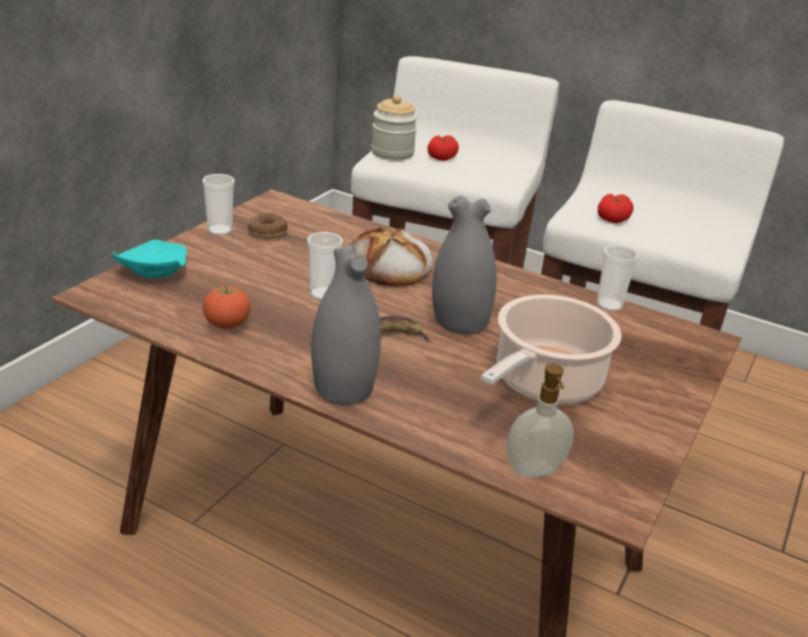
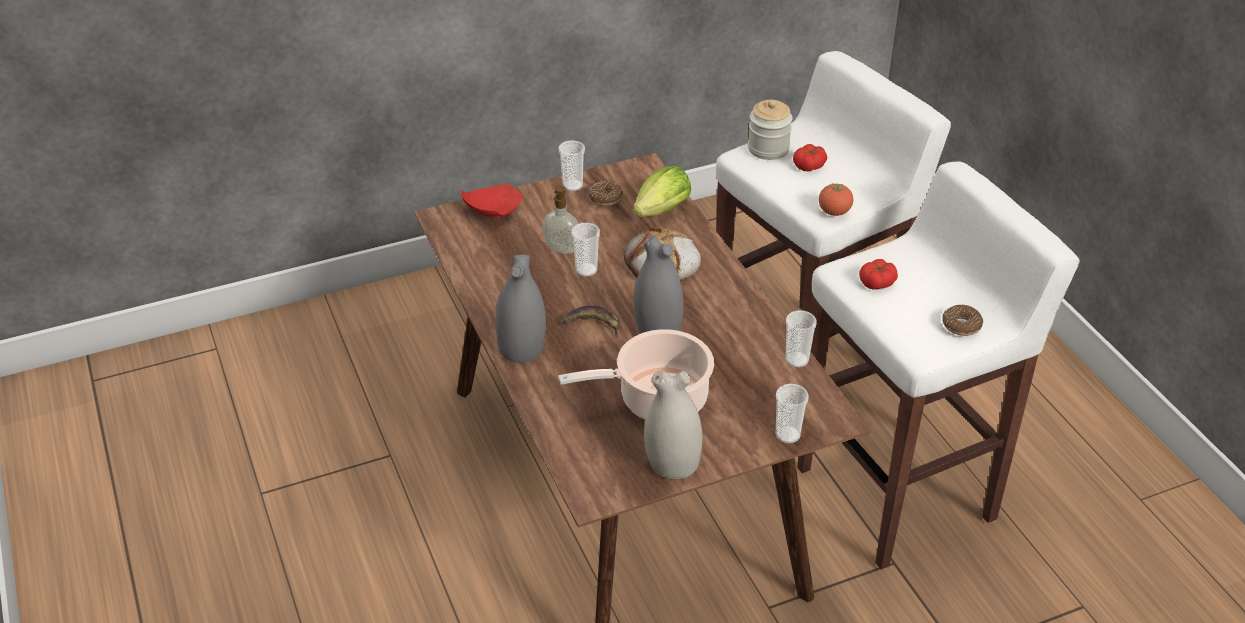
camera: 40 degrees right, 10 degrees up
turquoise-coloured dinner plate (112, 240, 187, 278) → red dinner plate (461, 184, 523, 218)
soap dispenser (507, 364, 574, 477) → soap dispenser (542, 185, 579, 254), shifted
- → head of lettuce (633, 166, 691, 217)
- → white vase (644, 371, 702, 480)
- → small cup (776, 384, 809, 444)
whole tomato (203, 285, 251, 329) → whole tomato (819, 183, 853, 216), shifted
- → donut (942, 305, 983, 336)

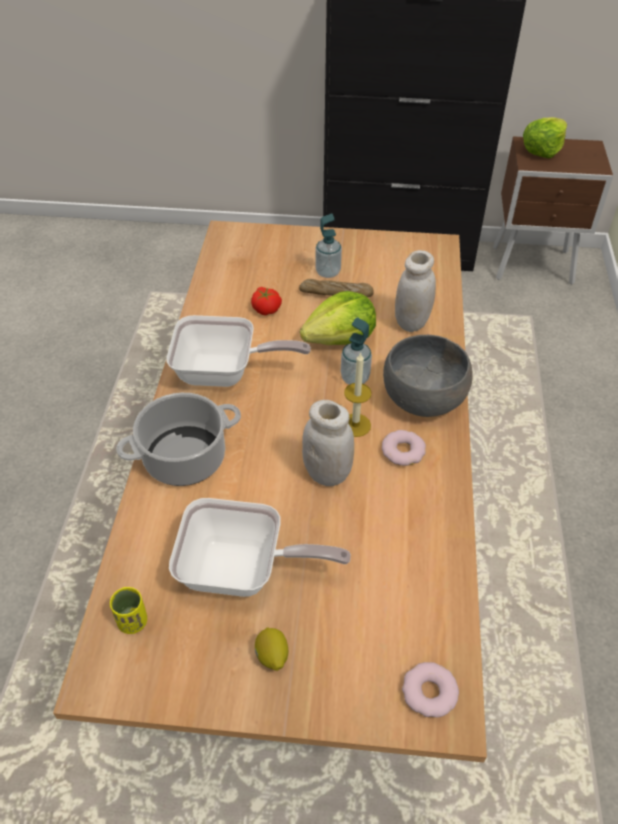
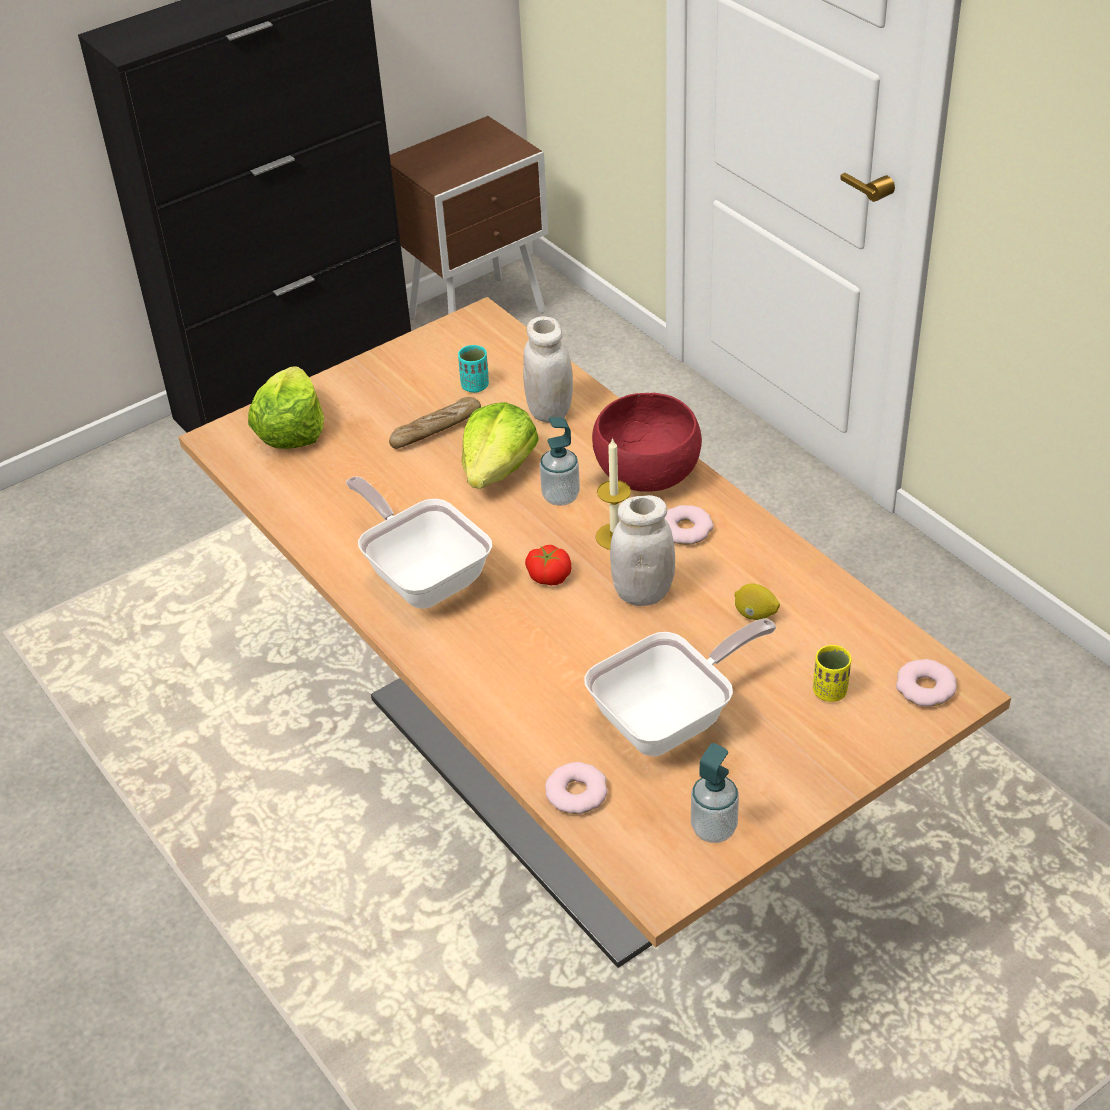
camera: 40 degrees left, 5 degrees down
head of lettuce (523, 117, 567, 158) → head of lettuce (248, 366, 324, 449), shifted
skillet (167, 315, 311, 387) → skillet (346, 476, 492, 609), 90 degrees counterclockwise
- → turquoise-coloured small cup (458, 345, 489, 393)
whole tomato (251, 287, 282, 316) → whole tomato (525, 545, 571, 585), shifted
- → donut (545, 762, 608, 814)
gray deep dish (383, 335, 473, 417) → red deep dish (592, 393, 702, 492)
soap dispenser (315, 214, 342, 278) → soap dispenser (691, 743, 739, 843), shifted
citrus fruit (255, 627, 288, 671) → citrus fruit (735, 583, 780, 620), shifted
yellow-coloured small cup (110, 587, 147, 634) → yellow-coloured small cup (813, 644, 851, 702), shifted
saucepot (116, 393, 241, 486) → -

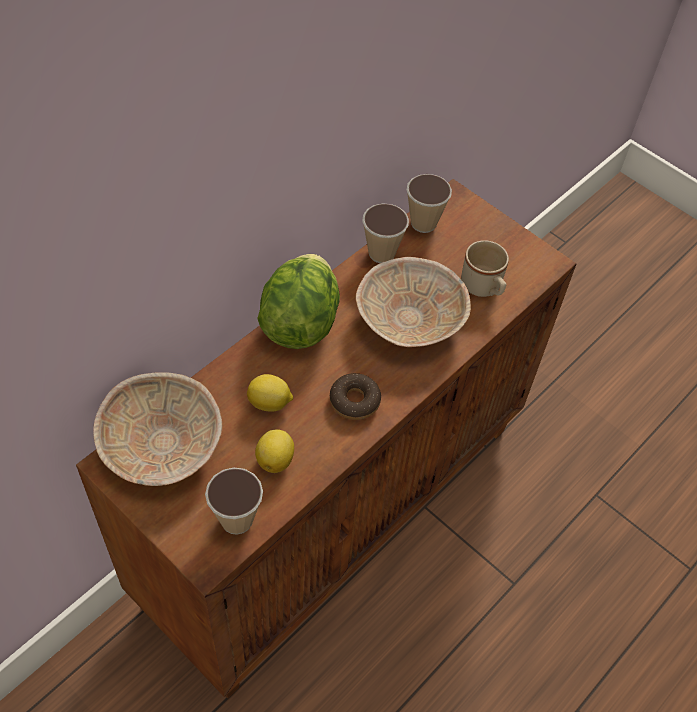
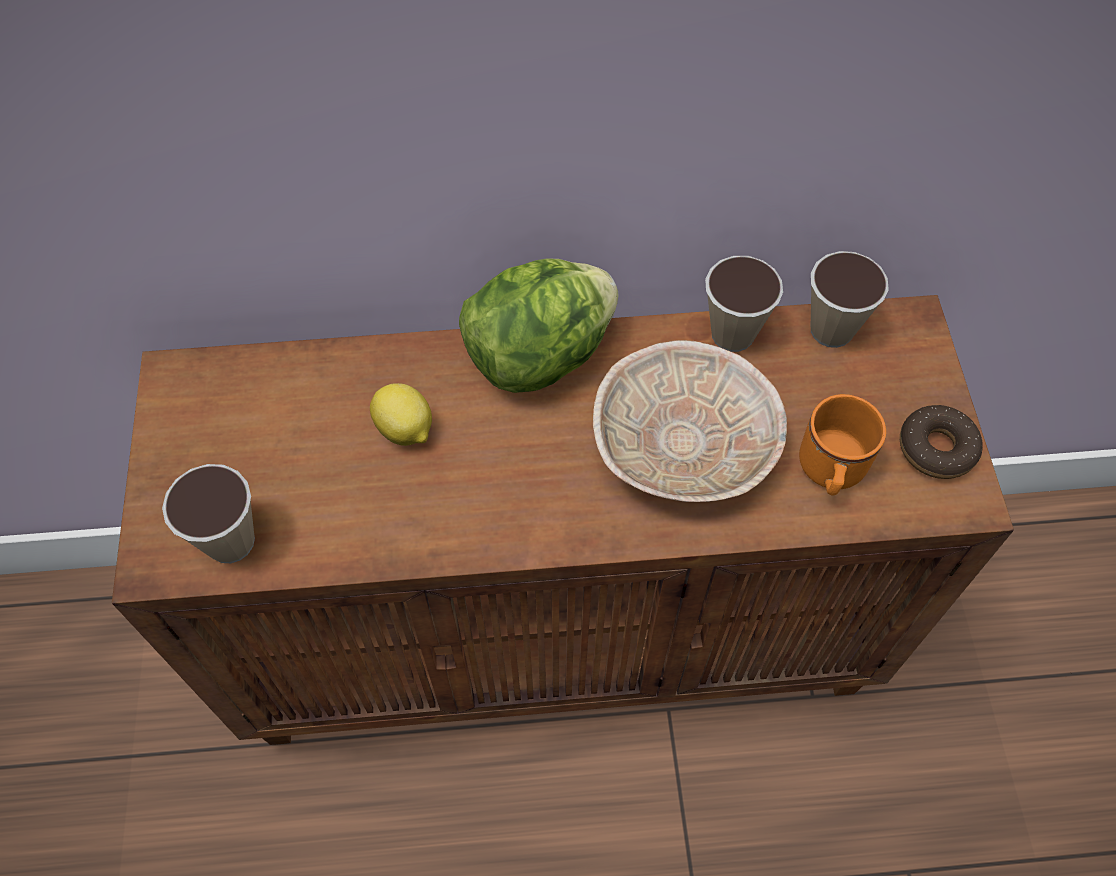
camera: 45 degrees right, 5 degrees up
beige-coloured coffee mug (461, 240, 509, 297) → orange coffee mug (799, 394, 886, 496)
donut (330, 373, 381, 420) → donut (900, 405, 983, 479), shifted
beige-coloured deep dish (93, 372, 222, 486) → -
citrus fruit (255, 429, 294, 473) → -

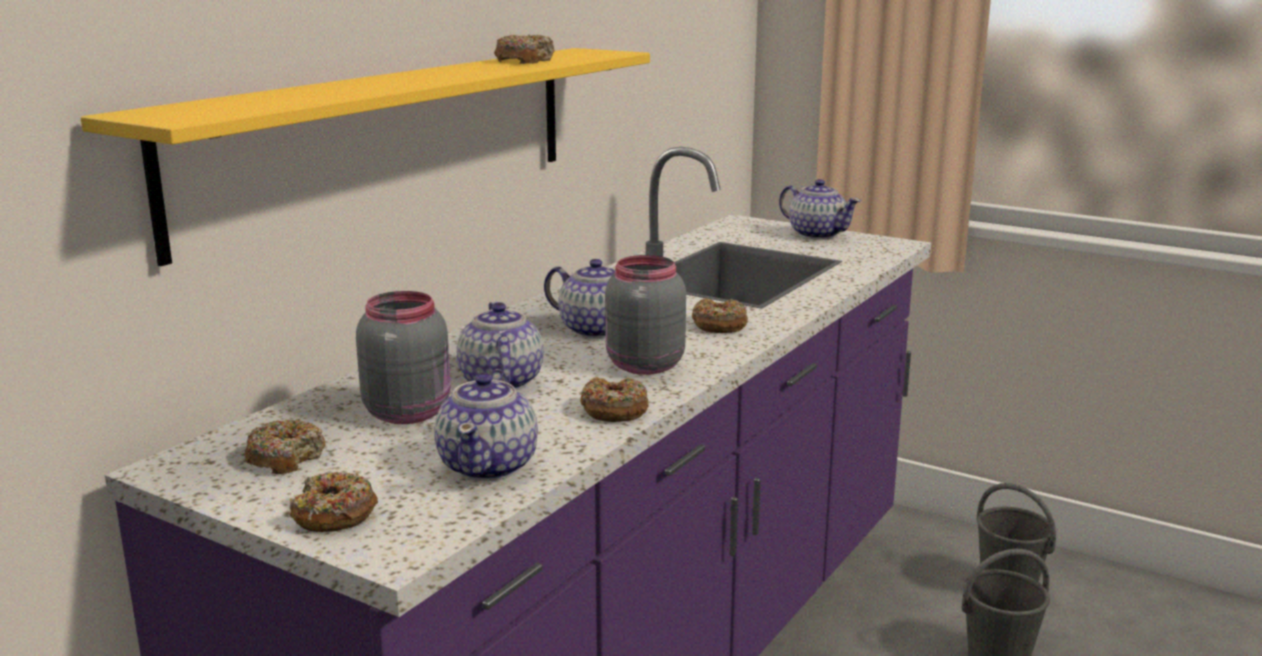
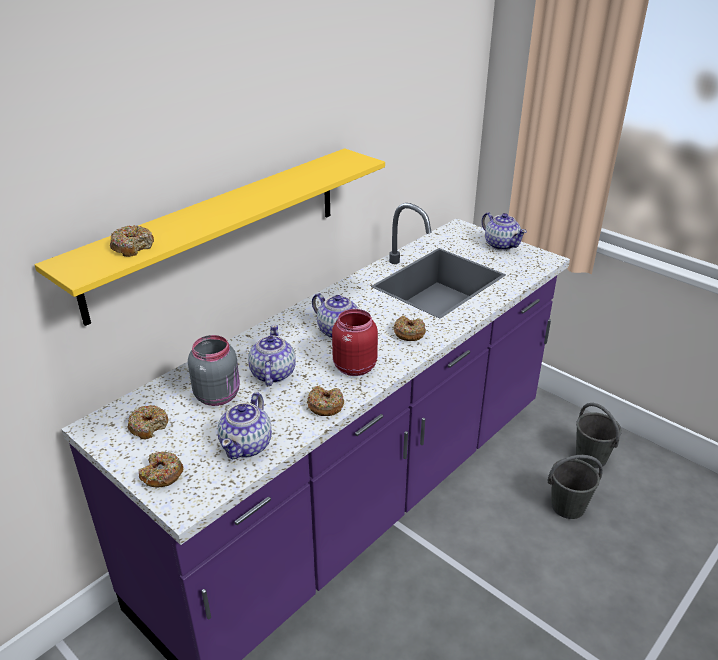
camera: 10 degrees right, 15 degrees up
donut (494, 35, 555, 64) → donut (110, 225, 154, 257), shifted
gray storage jar (605, 255, 686, 375) → red storage jar (332, 309, 378, 376)

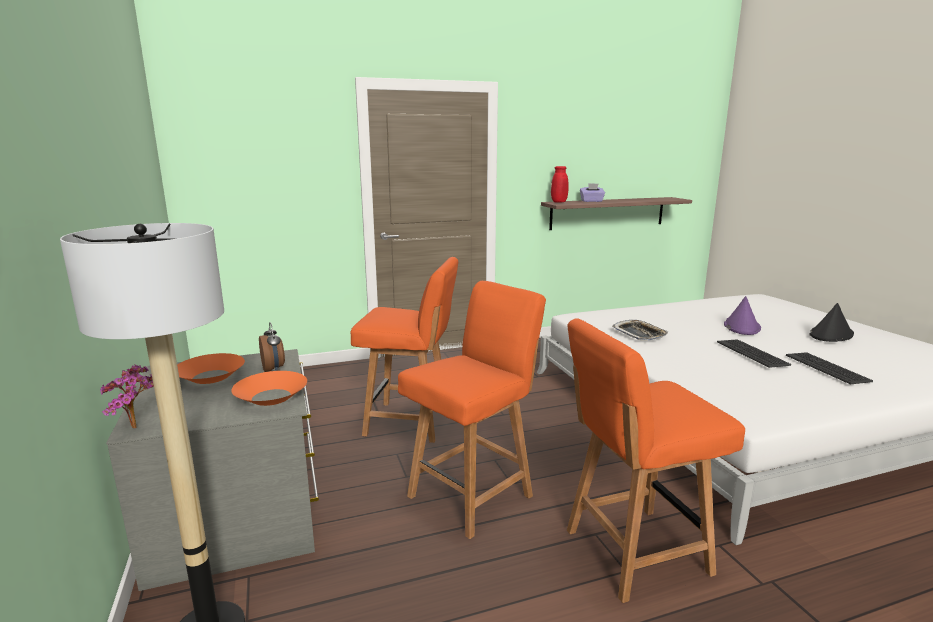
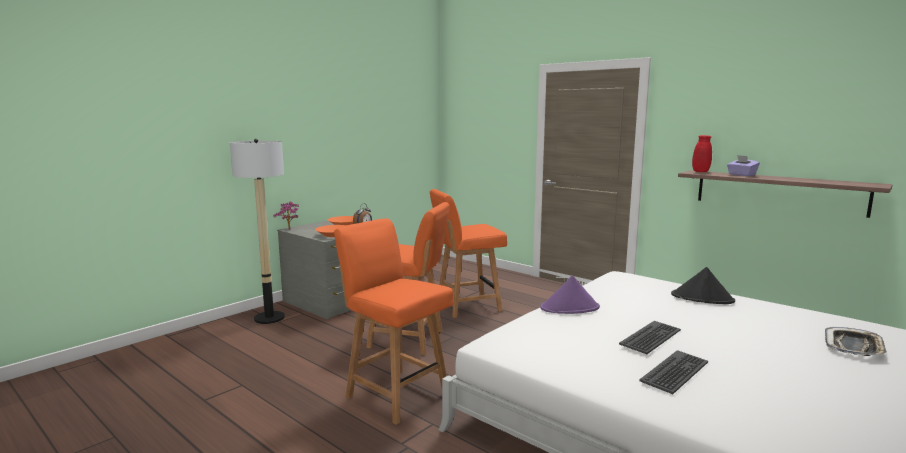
camera: 60 degrees right, 5 degrees down
orange upright chair (351, 257, 458, 443) → orange upright chair (430, 189, 507, 318), 90 degrees clockwise
purplish wearable hat (724, 296, 761, 335) → purplish wearable hat (540, 275, 600, 314), shifted
black wearable hat (809, 303, 854, 342) → black wearable hat (671, 267, 735, 304), shifted
tray (612, 320, 668, 341) → tray (825, 327, 887, 356), shifted

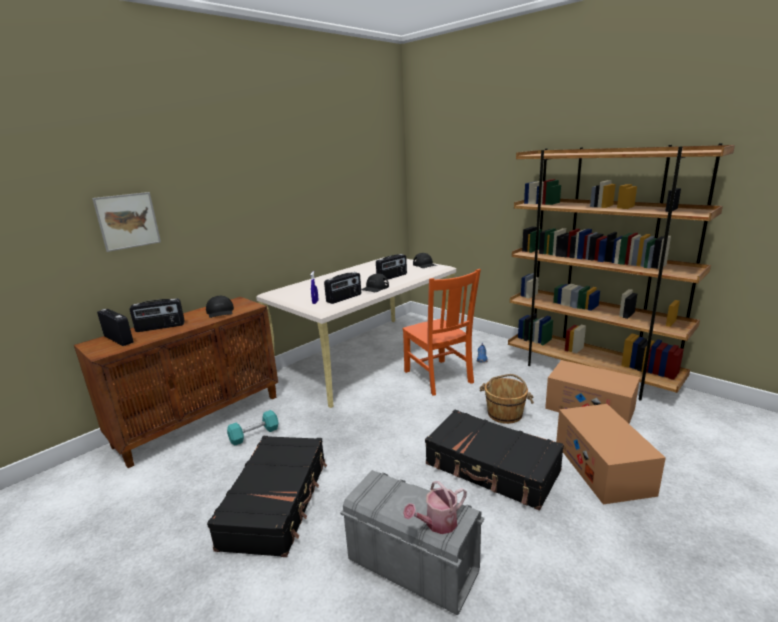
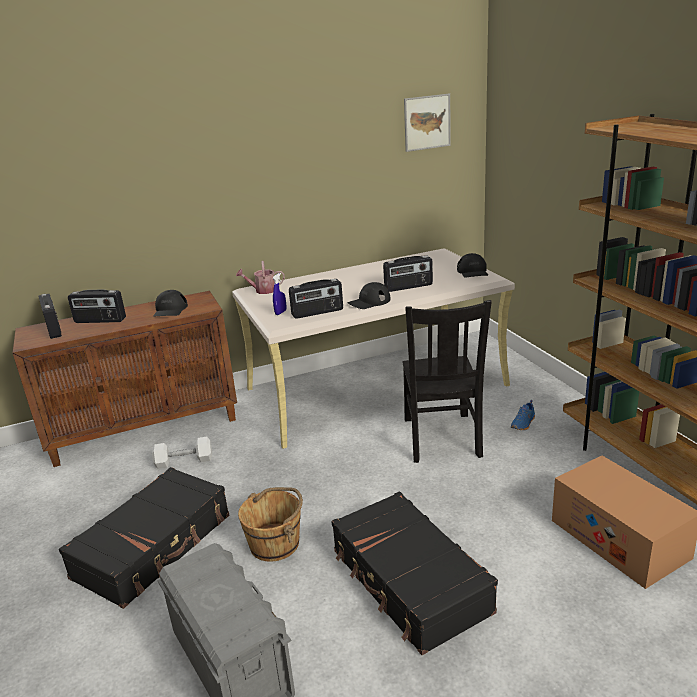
camera: 25 degrees right, 5 degrees up
turquoise-coloured hand weight (227, 410, 279, 446) → white hand weight (152, 437, 212, 469)
watering pot (403, 481, 467, 534) → watering pot (236, 261, 285, 294), shifted
brown-coloured bucket (480, 374, 534, 424) → brown-coloured bucket (238, 487, 303, 562), shifted
orange upright chair (402, 269, 481, 396) → black upright chair (402, 300, 492, 463)
wall art (92, 192, 161, 252) → wall art (404, 94, 451, 152), shifted
carton (556, 404, 666, 504) → -

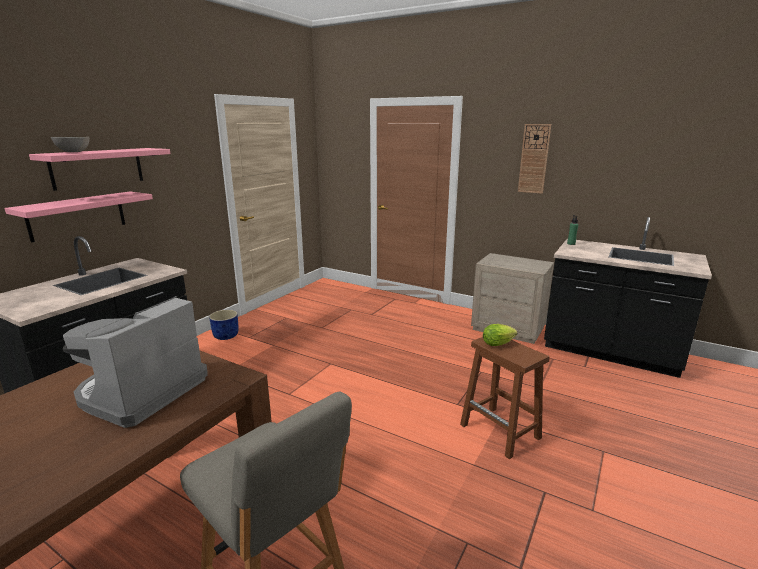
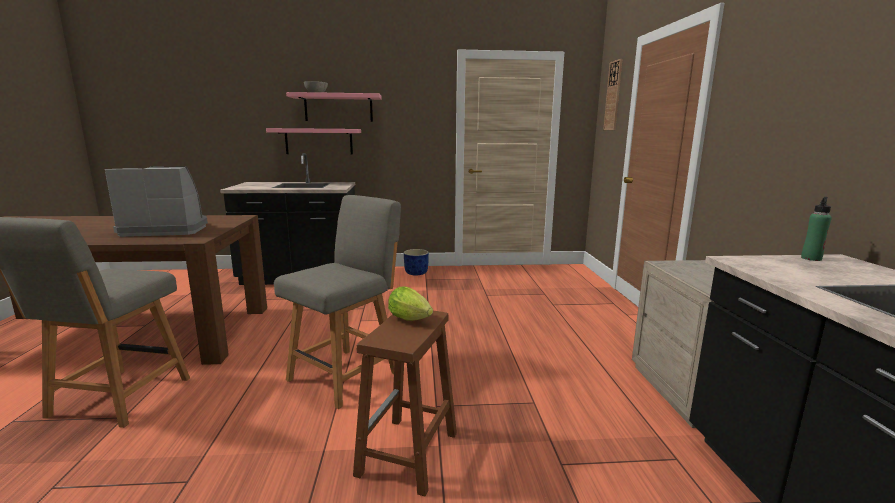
camera: 55 degrees right, 5 degrees down
- → gray upright chair (274, 195, 401, 409)
wall clock (518, 124, 551, 194) → wall clock (603, 59, 622, 130), shifted

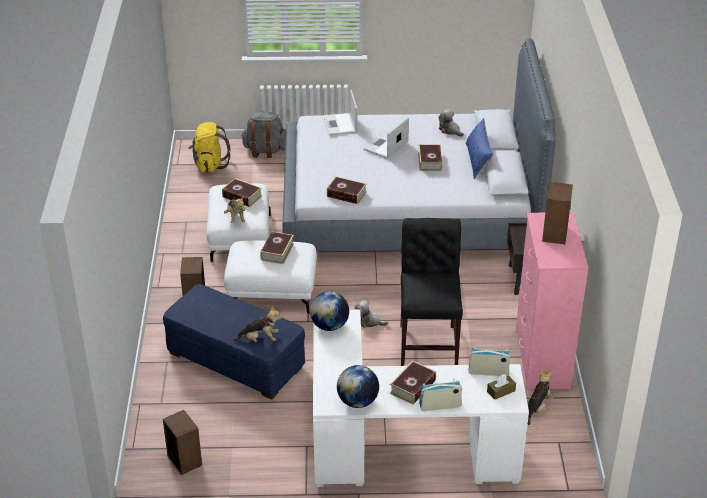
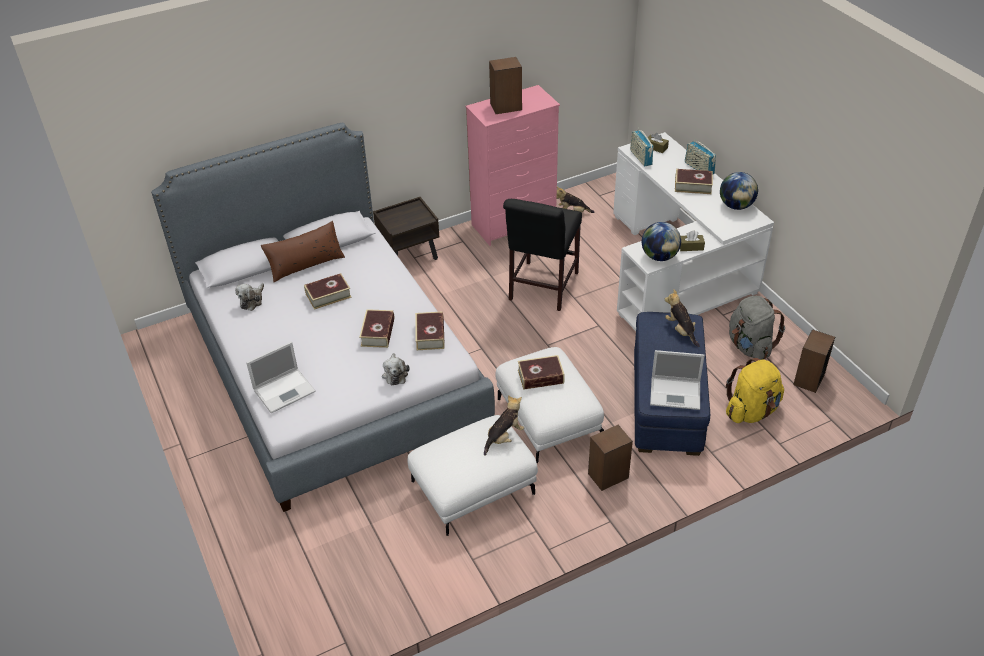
camera: 115 degrees left, 5 degrees up
bluish cushion (466, 118, 493, 179) → brown-coloured cushion (261, 221, 345, 282)
bound book (222, 178, 262, 207) → bound book (359, 309, 394, 348), shifted
plush toy (354, 300, 388, 328) → plush toy (382, 353, 410, 385), shifted
black upright chair (400, 218, 463, 366) → black upright chair (503, 199, 582, 311), 45 degrees counterclockwise
laptop (364, 117, 409, 159) → laptop (650, 350, 705, 410), shifted
- → brown-coloured tissue holder (680, 231, 705, 251)
yellow-coloured rucksack (188, 122, 231, 172) → yellow-coloured rucksack (726, 358, 784, 423), shifted
gray rucksack (241, 112, 286, 158) → gray rucksack (729, 296, 785, 360), shifted

